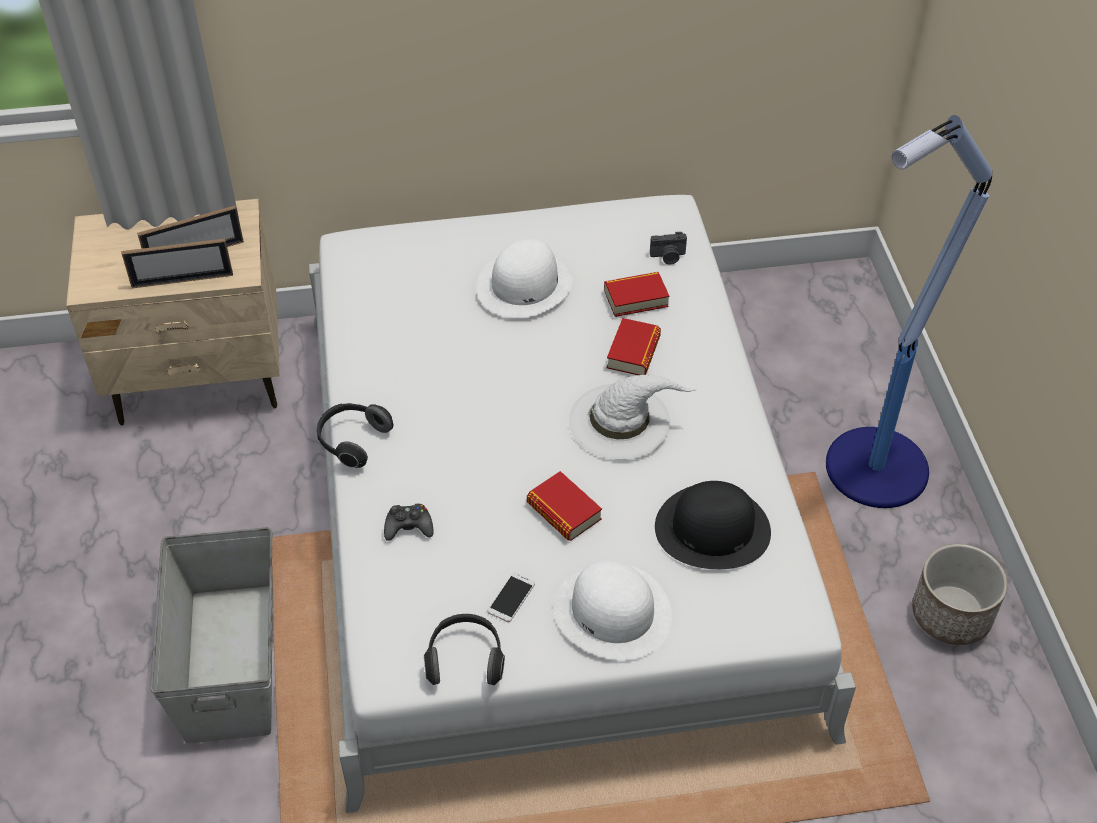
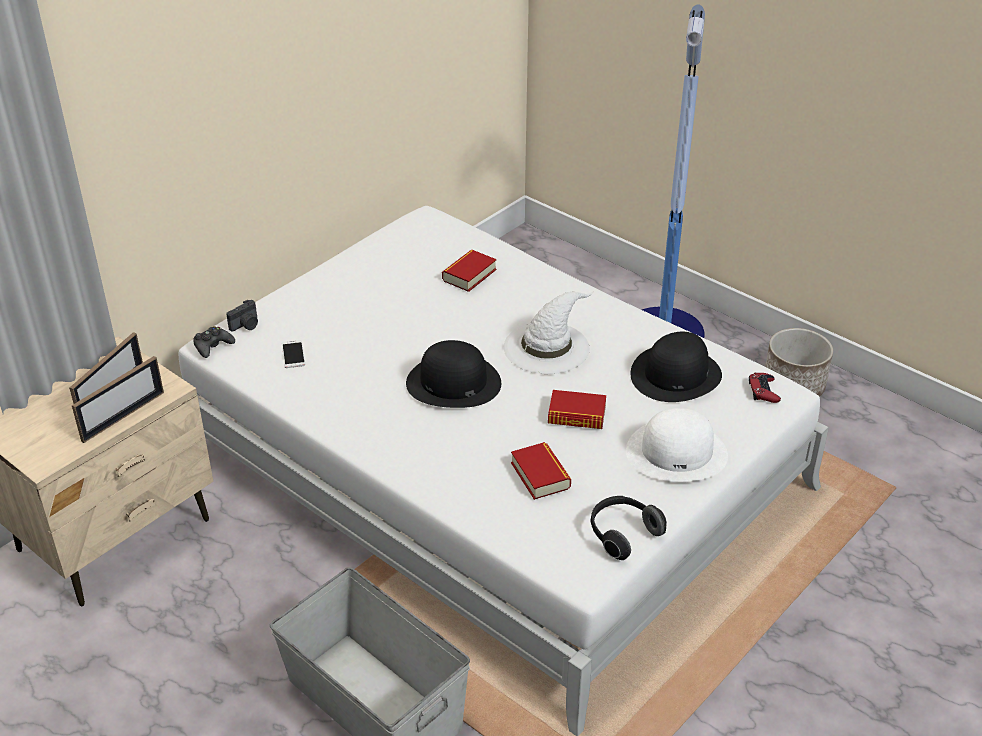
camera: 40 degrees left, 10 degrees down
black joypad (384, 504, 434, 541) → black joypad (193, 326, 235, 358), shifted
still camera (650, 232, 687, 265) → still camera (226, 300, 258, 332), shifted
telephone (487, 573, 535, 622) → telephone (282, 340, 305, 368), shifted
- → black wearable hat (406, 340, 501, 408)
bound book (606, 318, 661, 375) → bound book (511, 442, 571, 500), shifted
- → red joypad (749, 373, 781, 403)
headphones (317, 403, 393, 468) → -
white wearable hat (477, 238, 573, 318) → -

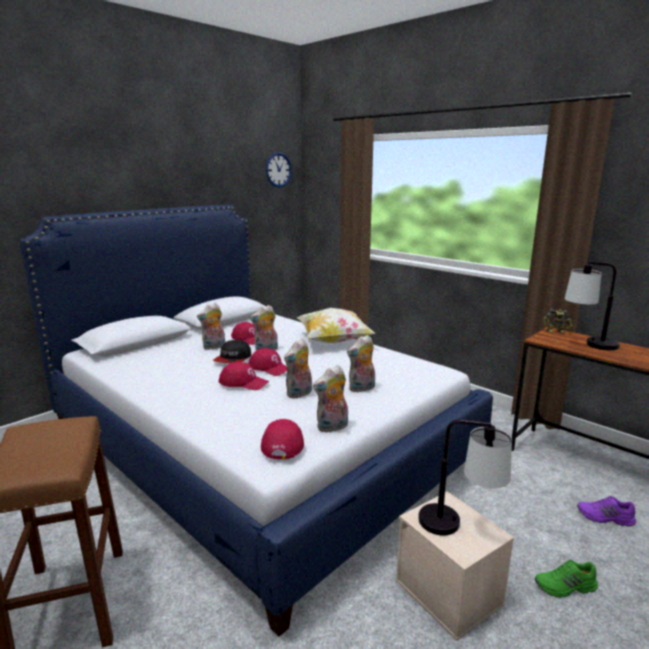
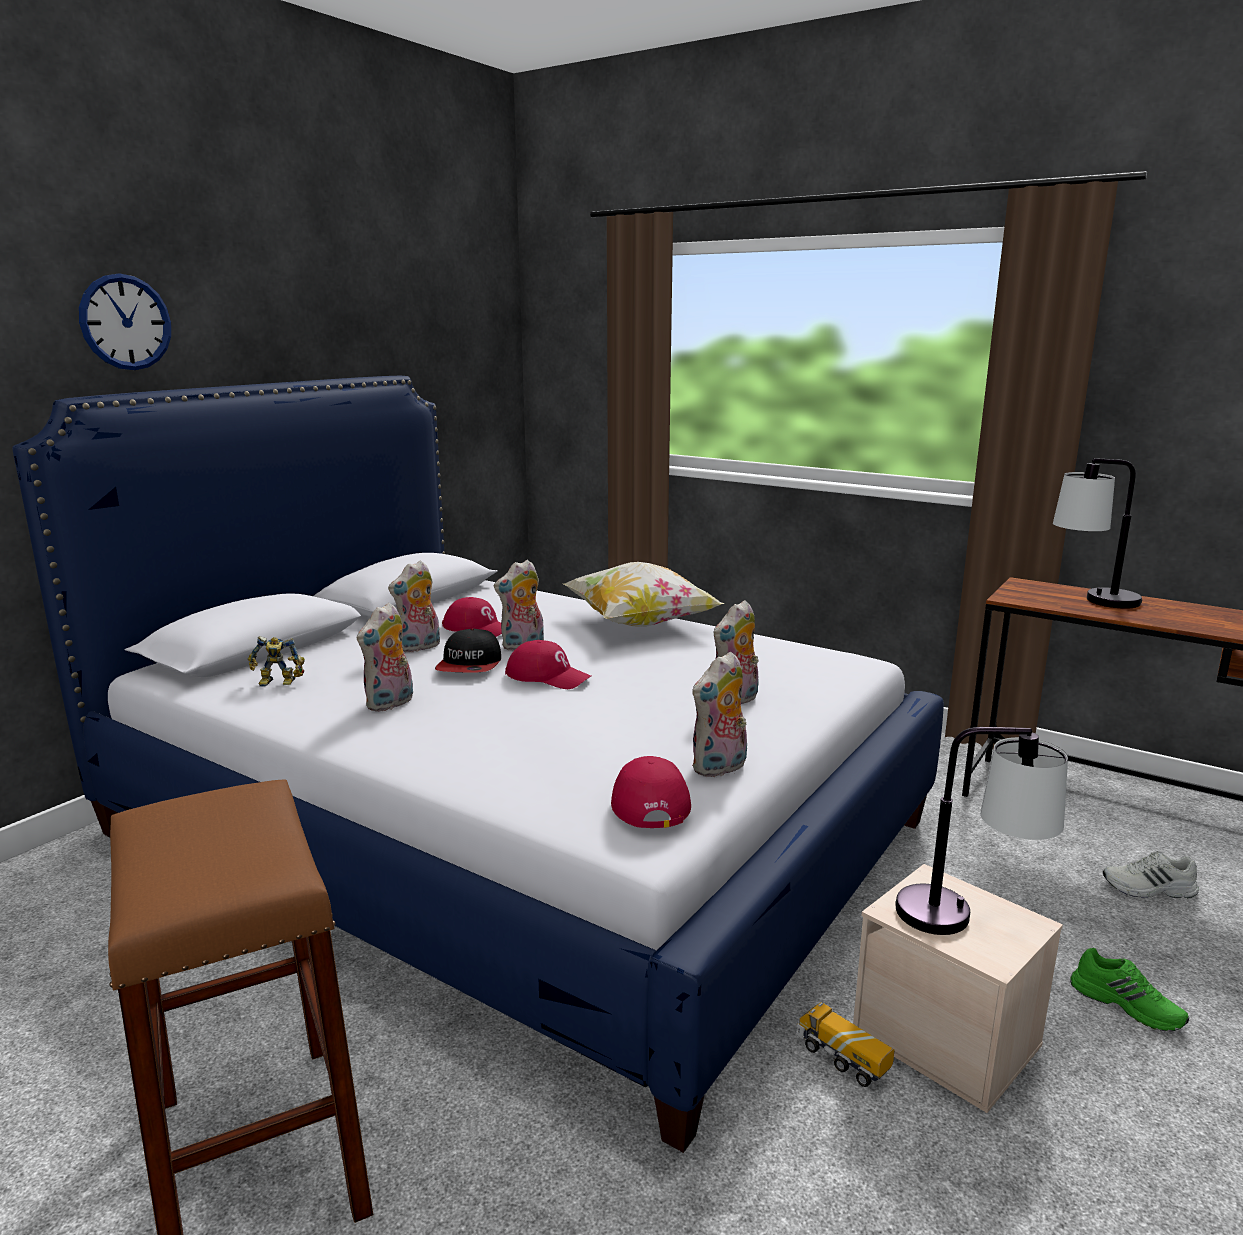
camera: 10 degrees left, 0 degrees up
wall clock (266, 152, 292, 188) → wall clock (79, 274, 171, 370), shifted
robot figure (542, 308, 572, 333) → robot figure (248, 636, 305, 687), shifted
plush toy (284, 339, 312, 399) → plush toy (357, 602, 413, 712), shifted
- → model truck (796, 1002, 894, 1087)
greenish low shoe (535, 560, 598, 597) → greenish low shoe (1070, 948, 1189, 1032), 120 degrees counterclockwise
purplish low shoe (577, 496, 636, 527) → white low shoe (1103, 851, 1199, 898)
red cap (219, 362, 269, 390) → -

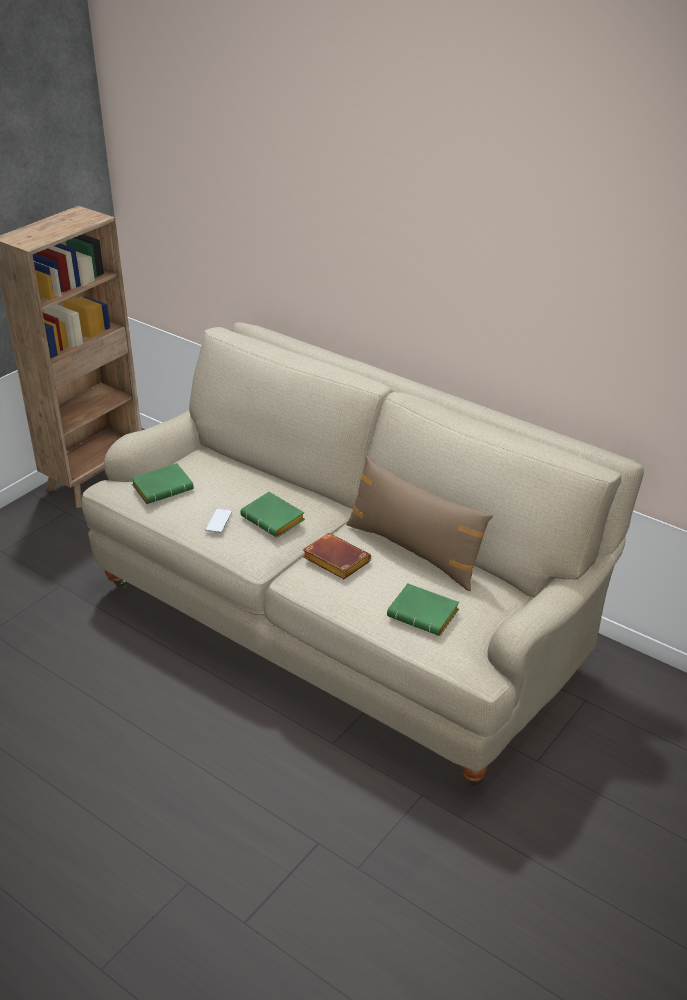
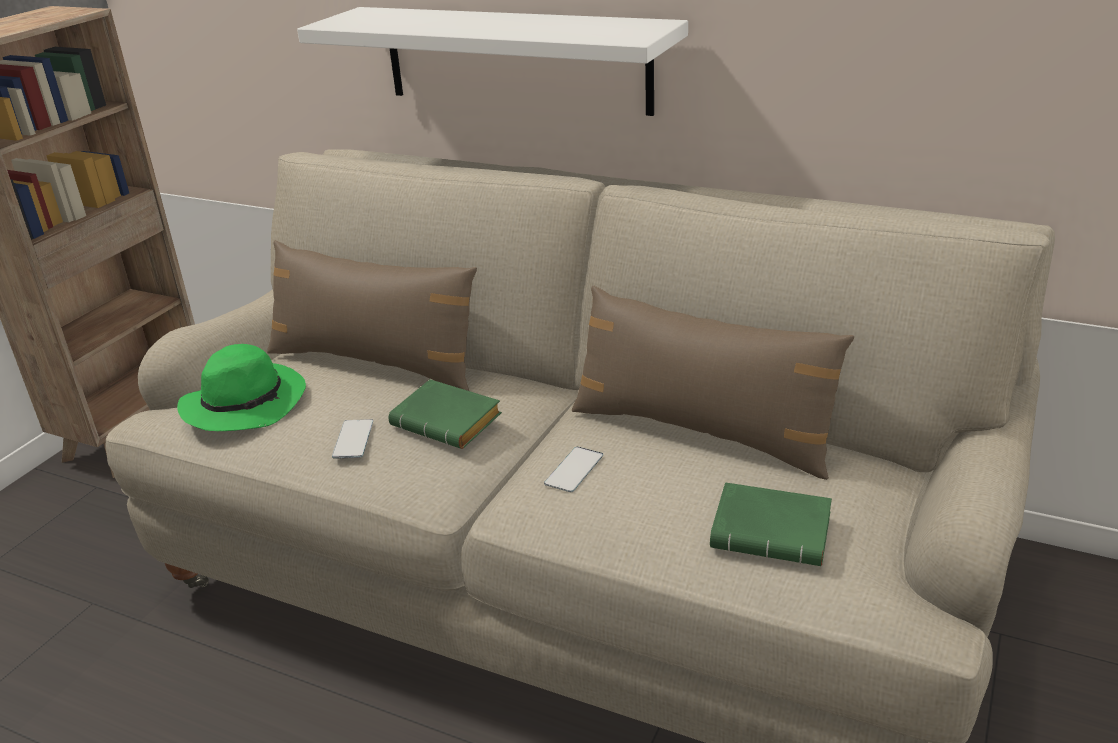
camera: 10 degrees left, 5 degrees down
greenish bound book (131, 463, 193, 504) → greenish wearable hat (177, 344, 306, 431)
- → brown-coloured cushion (267, 240, 477, 391)
- → white shelf (297, 7, 688, 116)
brown-coloured bound book (302, 533, 371, 579) → telephone (544, 447, 603, 492)

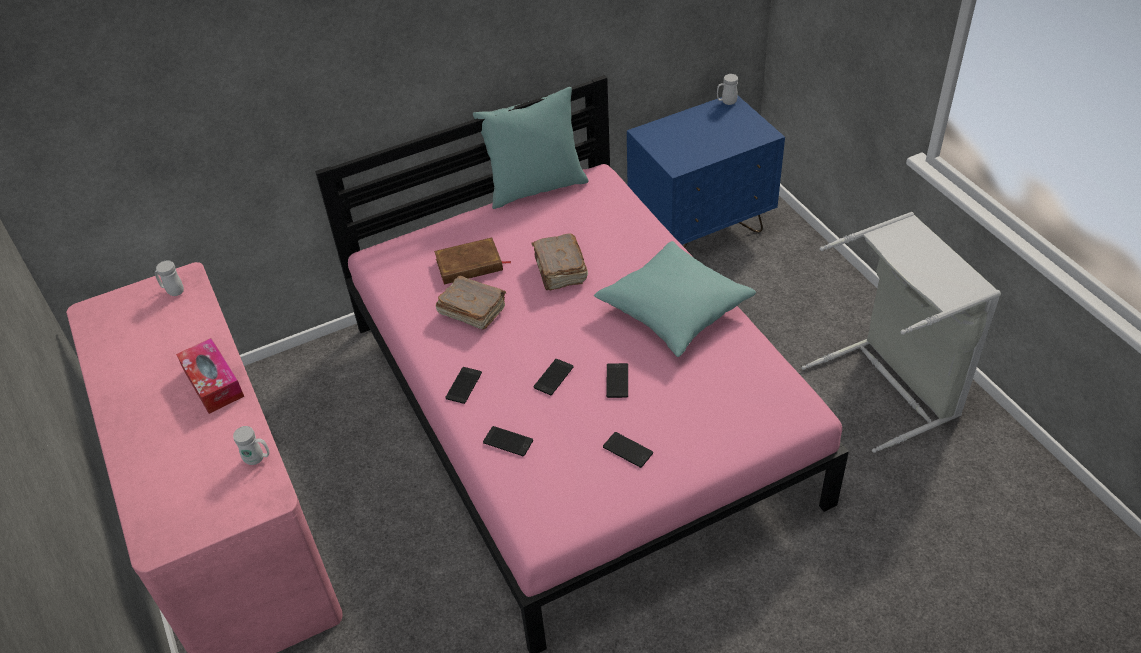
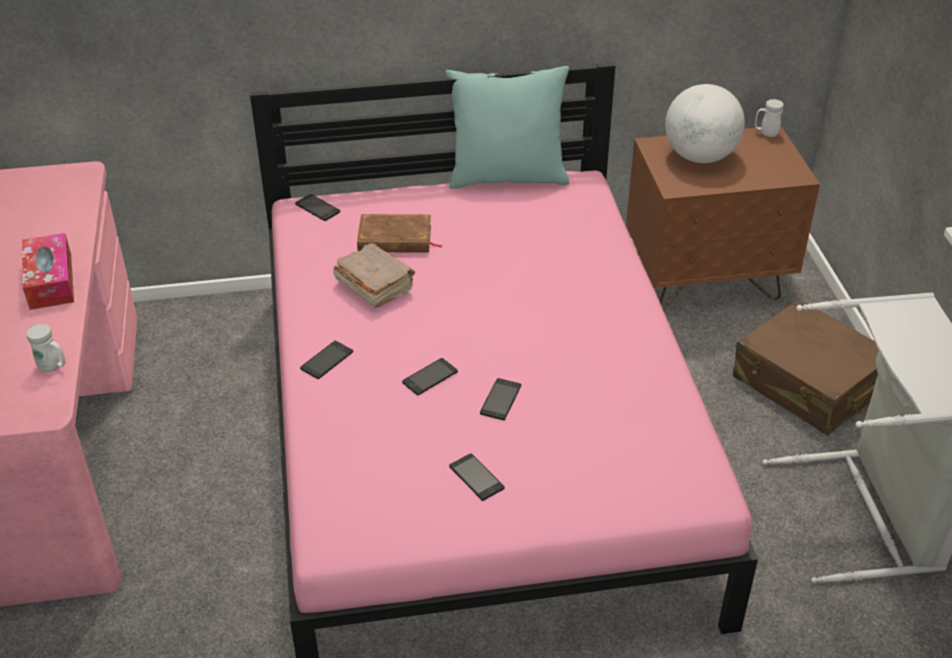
camera: 15 degrees right, 5 degrees down
telephone (483, 426, 533, 456) → telephone (295, 194, 340, 221), shifted
bluish nightstand (627, 96, 785, 248) → brown-coloured nightstand (626, 126, 820, 311)
- → world globe (665, 84, 745, 163)
- → brown-coloured travel case (733, 299, 879, 435)
white coffee mug (155, 260, 184, 296) → -
brown-coloured bound book (531, 233, 588, 290) → -
turquoise-coloured cushion (594, 241, 756, 357) → -

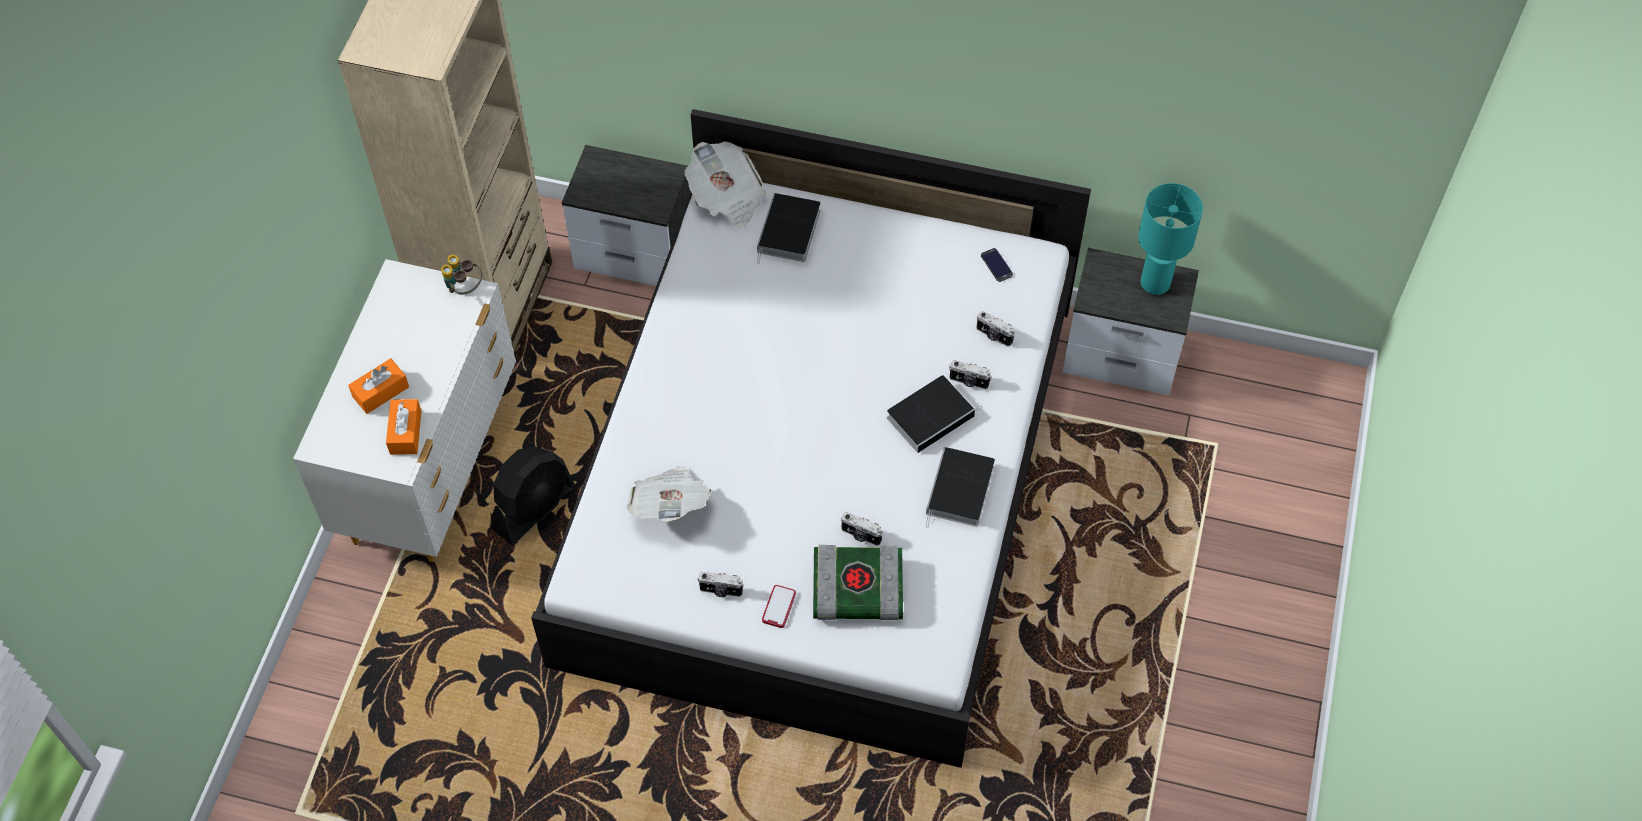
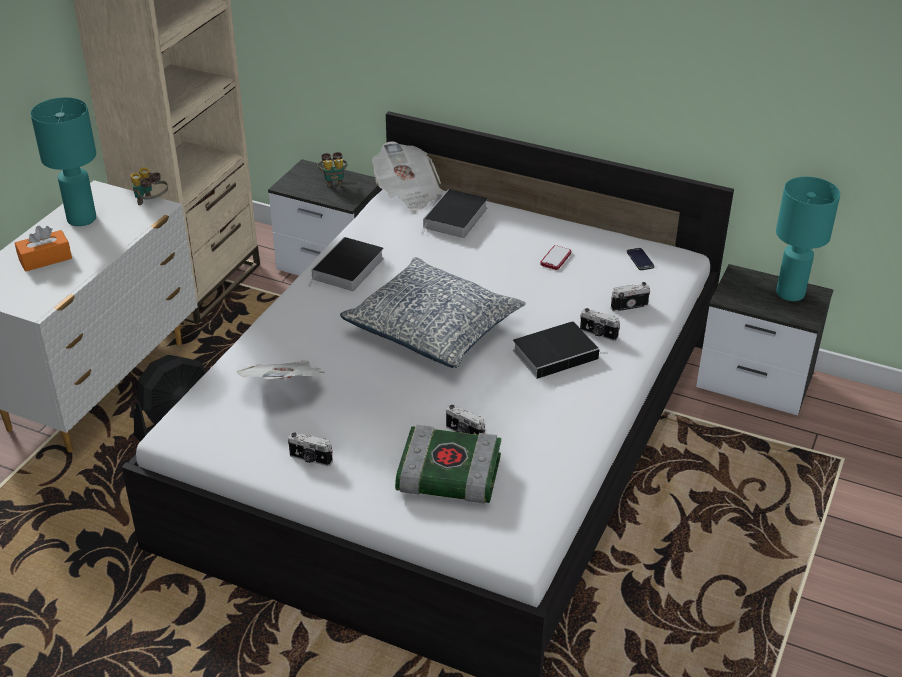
camera: 10 degrees right, 20 degrees down
- → turquoise-coloured tabletop lamp (30, 97, 96, 226)
bound book (926, 447, 995, 528) → bound book (308, 237, 384, 291), shifted
- → field glasses (317, 152, 347, 187)
- → cushion (340, 257, 526, 368)
telephone (762, 585, 796, 628) → telephone (540, 245, 571, 270), shifted
still camera (976, 311, 1015, 347) → still camera (611, 282, 650, 312), 120 degrees clockwise
orange tissue holder (386, 399, 421, 455) → -

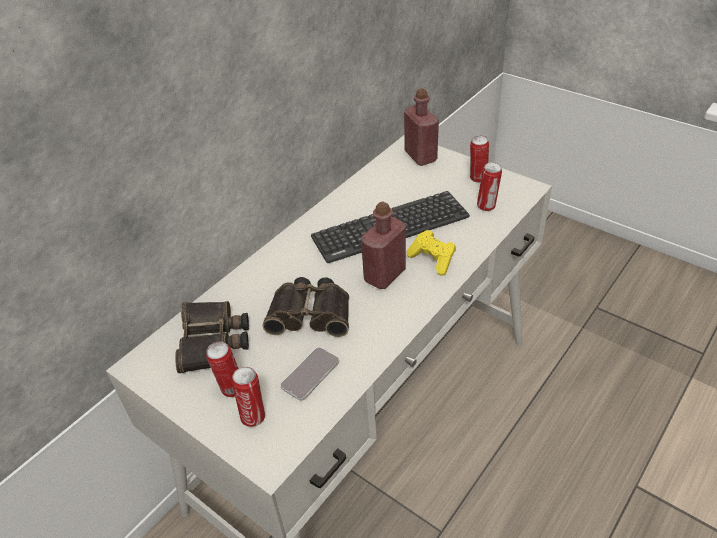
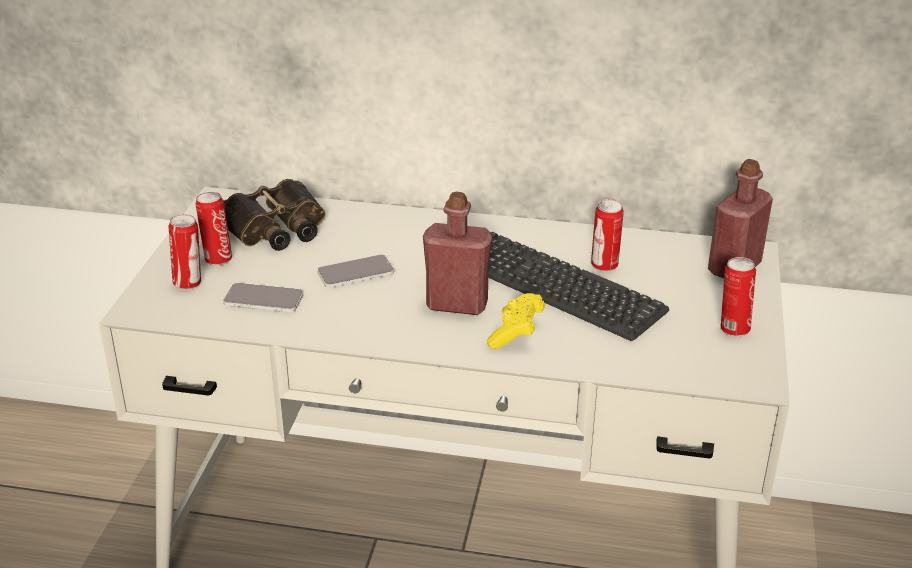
camera: 60 degrees right, 10 degrees down
field glasses (263, 277, 349, 337) → telephone (317, 254, 394, 287)
metal can (477, 162, 502, 211) → metal can (591, 199, 624, 271), shifted

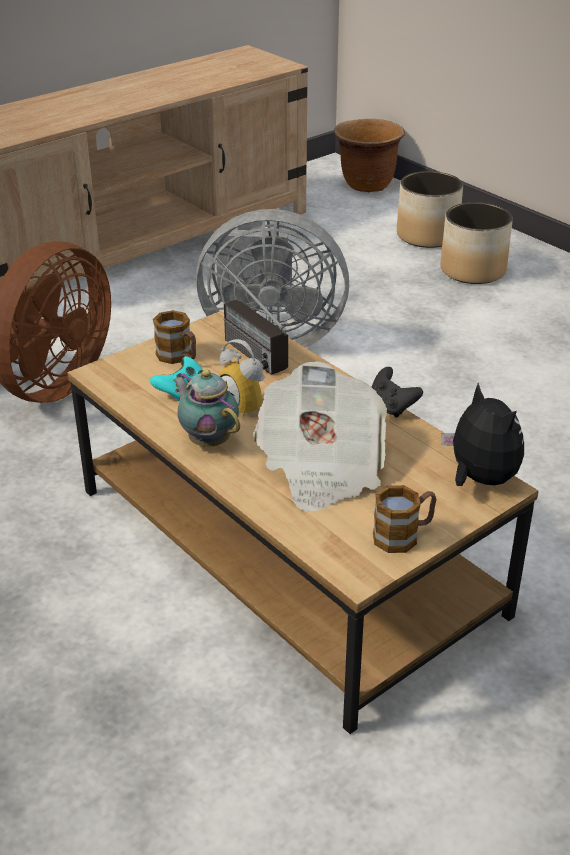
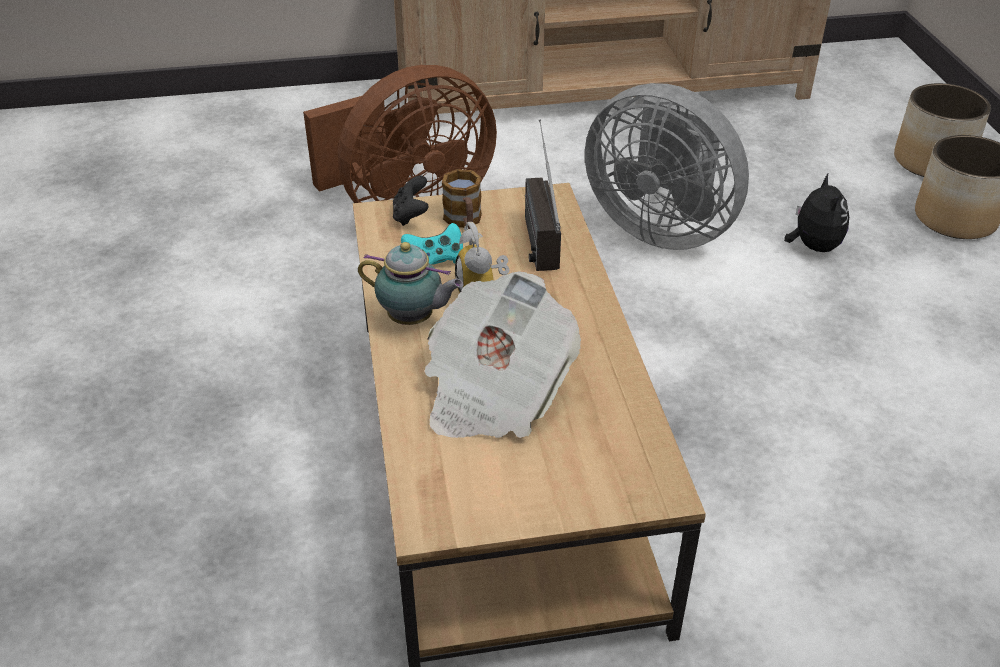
camera: 30 degrees right, 5 degrees up
teapot (173, 370, 240, 447) → teapot (358, 242, 464, 325), 120 degrees clockwise
black joypad (372, 367, 423, 418) → black joypad (393, 175, 428, 226), shifted
plush toy (441, 383, 524, 486) → plush toy (784, 172, 849, 252), shifted
brown-coloured flower pot (334, 119, 405, 192) → -
coffee mug (373, 485, 437, 553) → -

